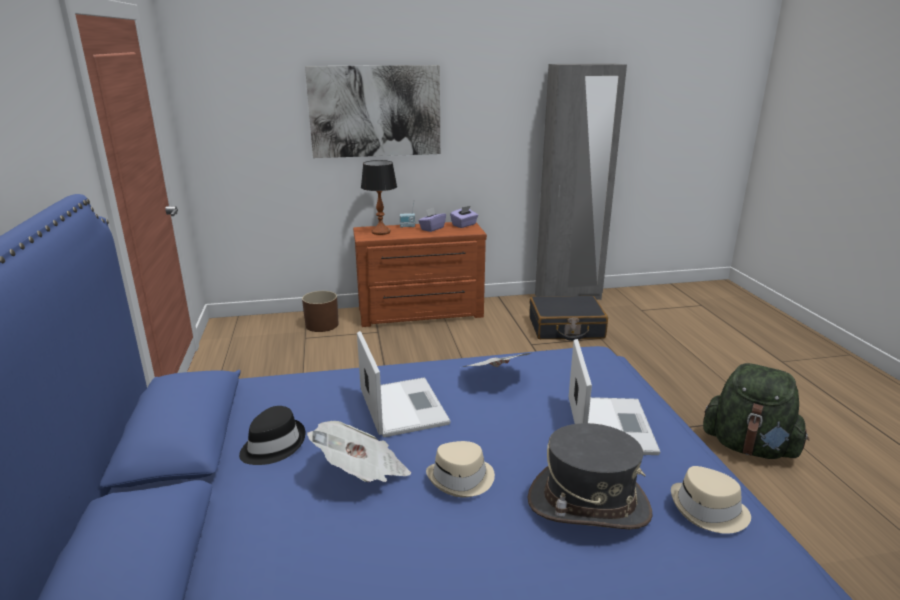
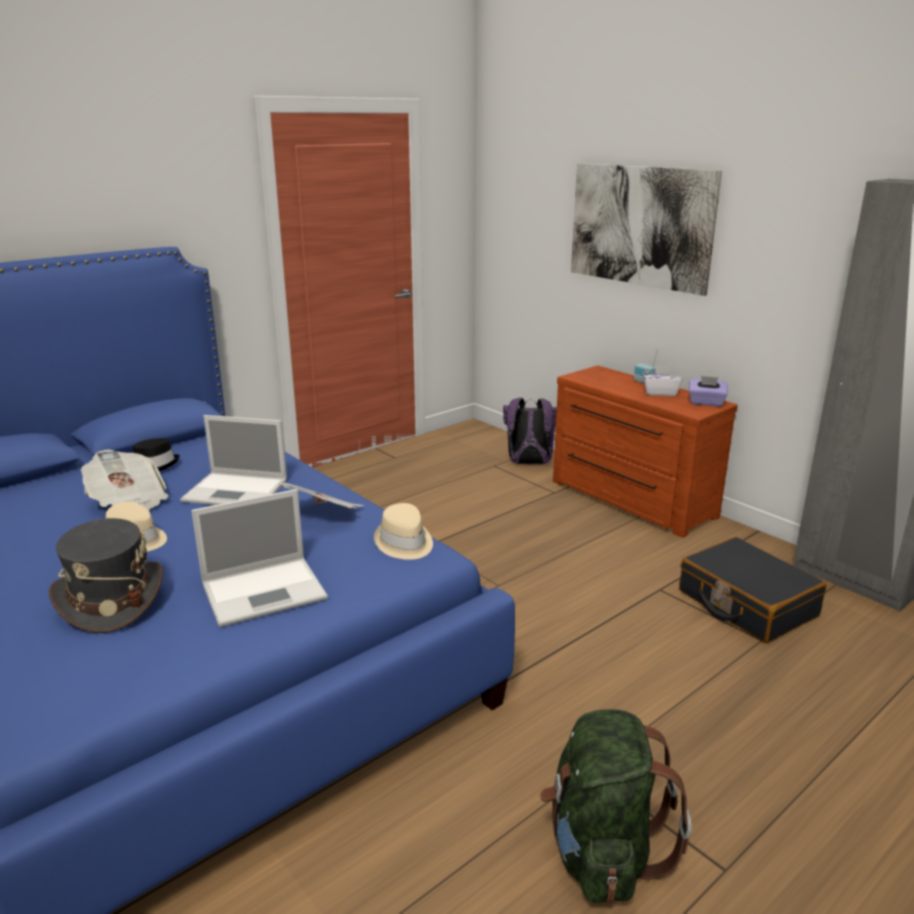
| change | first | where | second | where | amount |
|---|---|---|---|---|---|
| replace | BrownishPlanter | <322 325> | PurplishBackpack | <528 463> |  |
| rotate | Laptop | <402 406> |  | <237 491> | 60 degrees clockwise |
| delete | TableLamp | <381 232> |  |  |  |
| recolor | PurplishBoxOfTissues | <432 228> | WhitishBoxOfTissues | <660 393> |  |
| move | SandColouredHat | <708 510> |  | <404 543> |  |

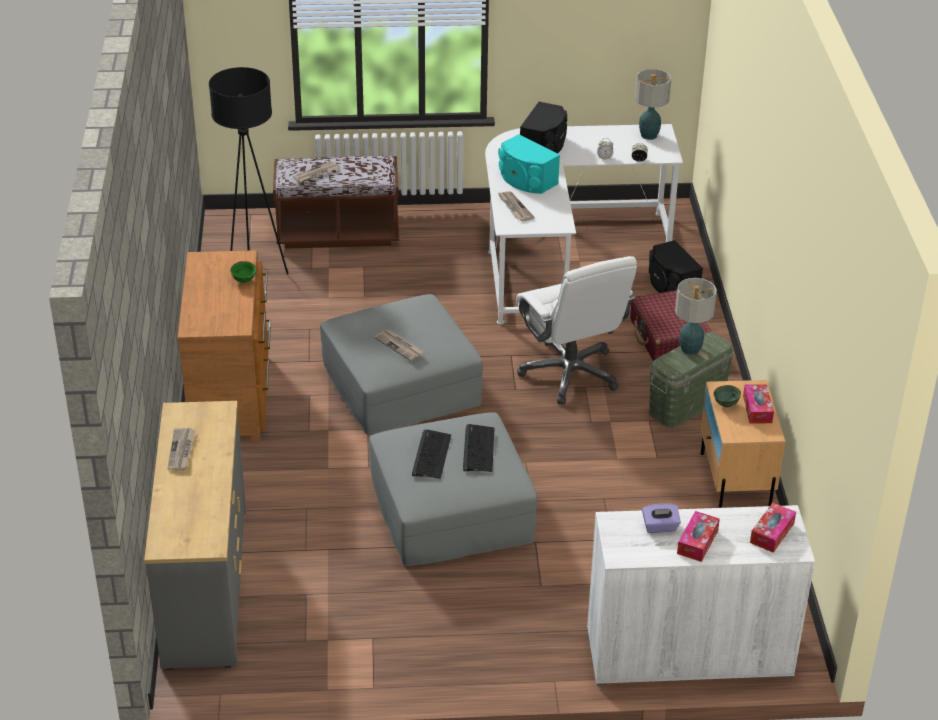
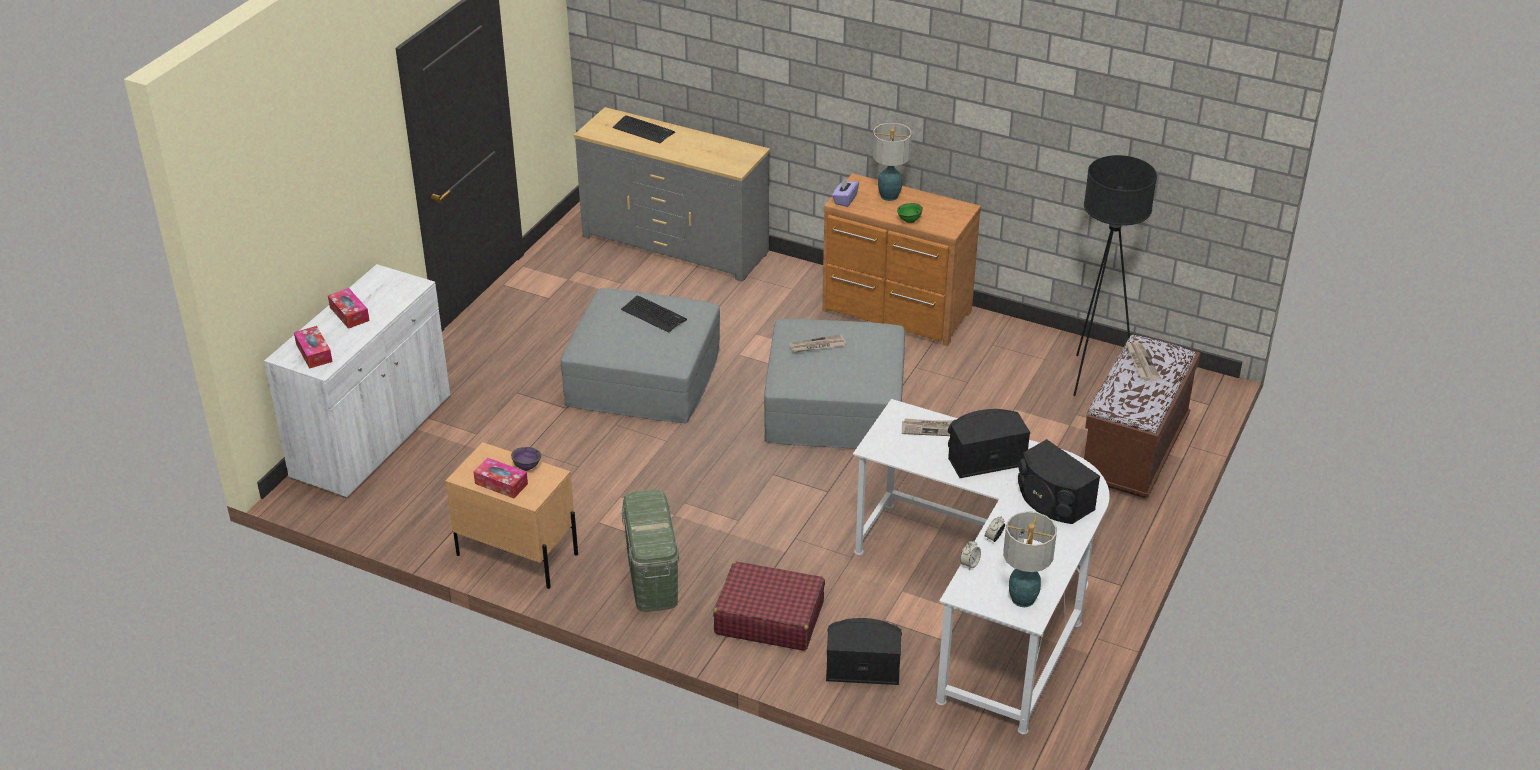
| change | first | where | second | where | amount |
|---|---|---|---|---|---|
| delete | DailyPaper | <182 451> |  |  |  |
| move | ComputerKeyboard | <478 449> |  | <643 130> |  |
| recolor | TurquoiseColouredAudioSpeaker | <526 180> | BlackColouredAudioSpeaker | <985 458> |  |
| delete | WhitishDeskChair | <570 373> |  |  |  |
| move | PurplishBoxOfTissues | <660 527> |  | <845 200> |  |
| move | TableLamp | <690 349> |  | <889 196> |  |
| recolor | GreenColouredServingBowl | <726 405> | PurplishServingBowl | <526 467> |  |

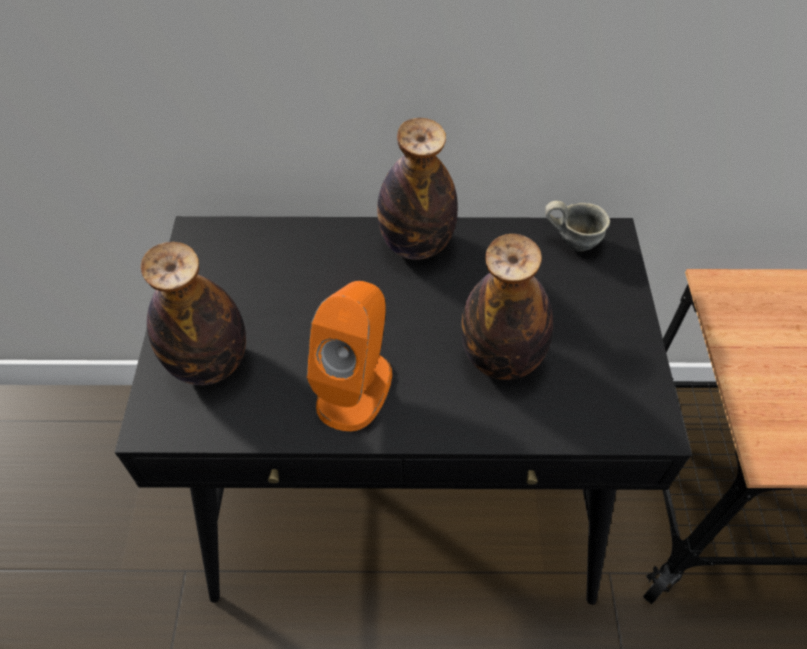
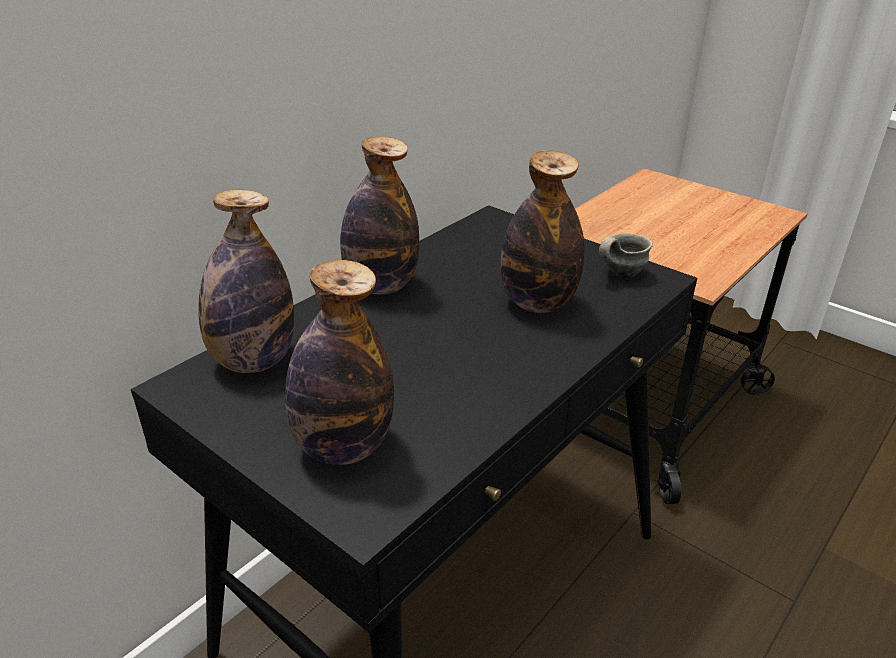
| change | first | where | second | where | amount |
|---|---|---|---|---|---|
| delete | OrangeyAudioSpeaker | <355 387> |  |  |  |
| move | GreyCoffeeMug | <573 241> |  | <618 274> |  |
| insert |  |  | DrinkBottle | <253 361> |  |

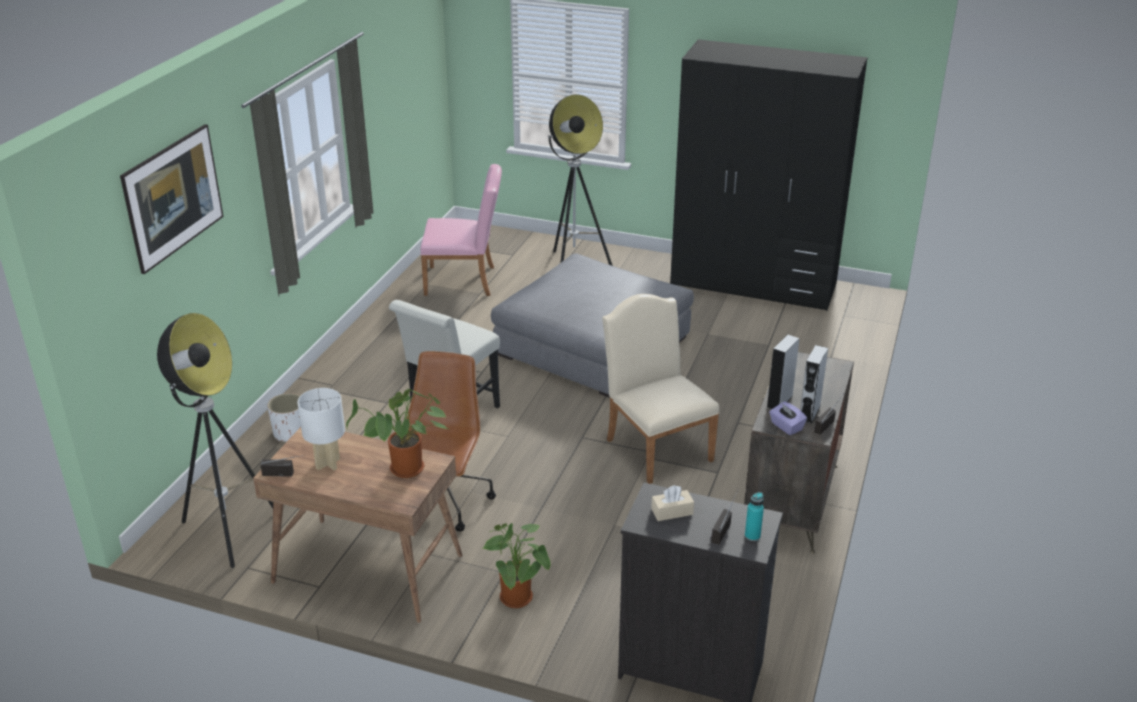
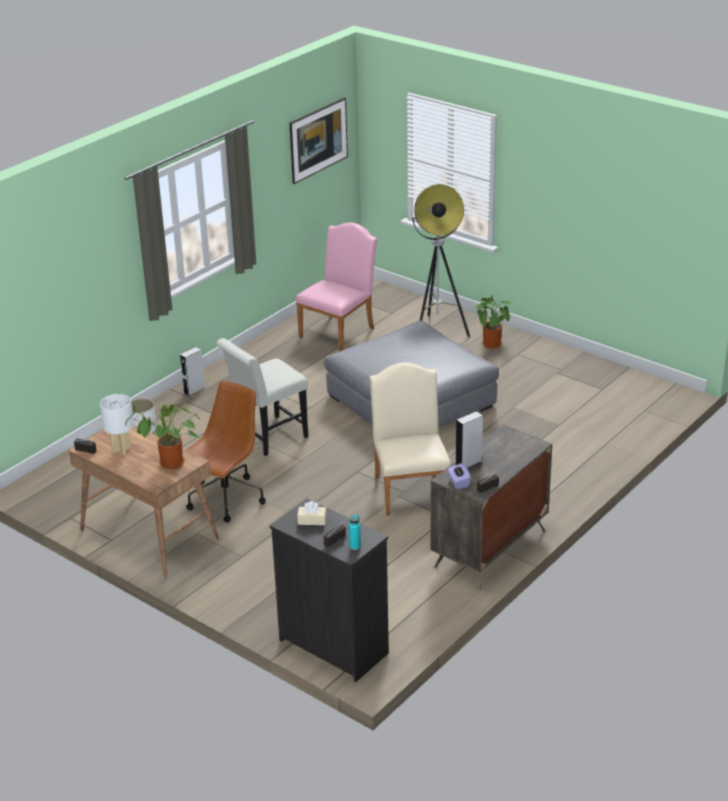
| change | first | where | second | where | amount |
|---|---|---|---|---|---|
| move | WallArt | <178 220> |  | <319 155> |  |
| delete | StandardLamp | <228 532> |  |  |  |
| rotate | PinkPlainChair | <465 281> |  | <340 330> | 75 degrees counterclockwise |
| move | PlantInAPot | <519 600> |  | <493 345> |  |
| delete | BlackColouredClothesCupboard | <753 284> |  |  |  |
| move | GreyAudioSpeaker | <809 413> |  | <194 390> |  |

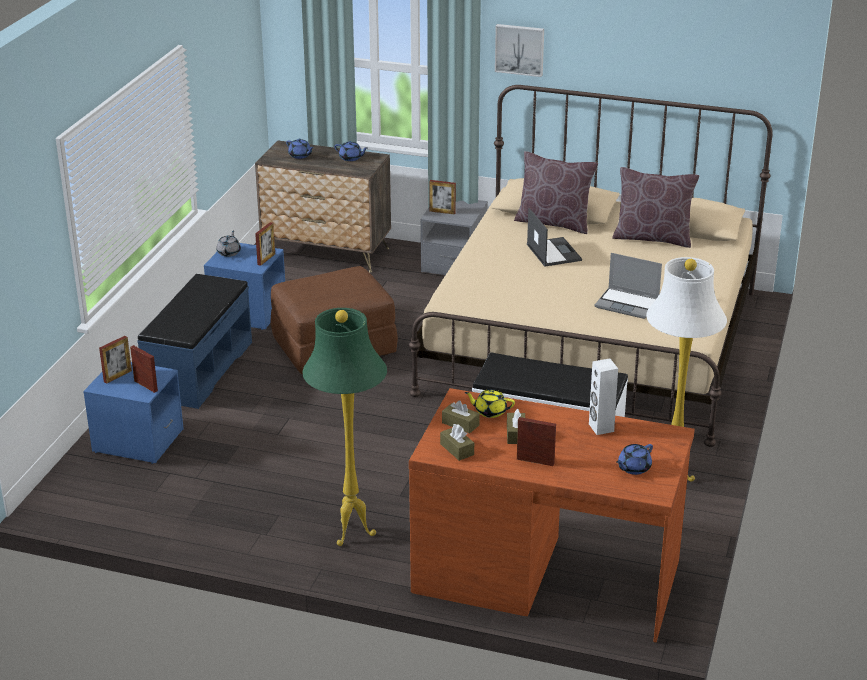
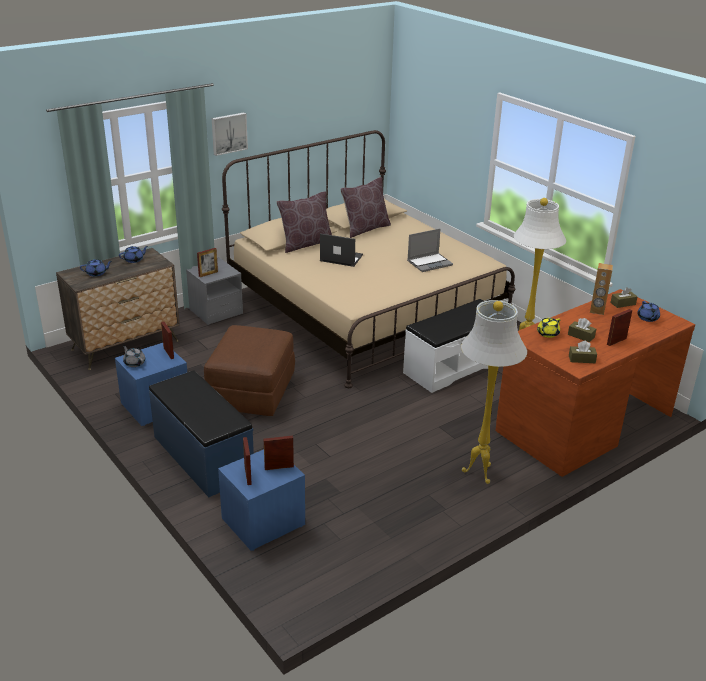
| change | first | where | second | where | amount |
|---|---|---|---|---|---|
| recolor | GreenColouredStandardLamp | <350 534> | WhitishStandardLamp | <478 474> |  |
| move | BrownishBoxOfTissues | <460 424> |  | <623 303> |  |
| recolor | WhitishAudioSpeaker | <600 428> | BrownishAudioSpeaker | <597 311> |  |

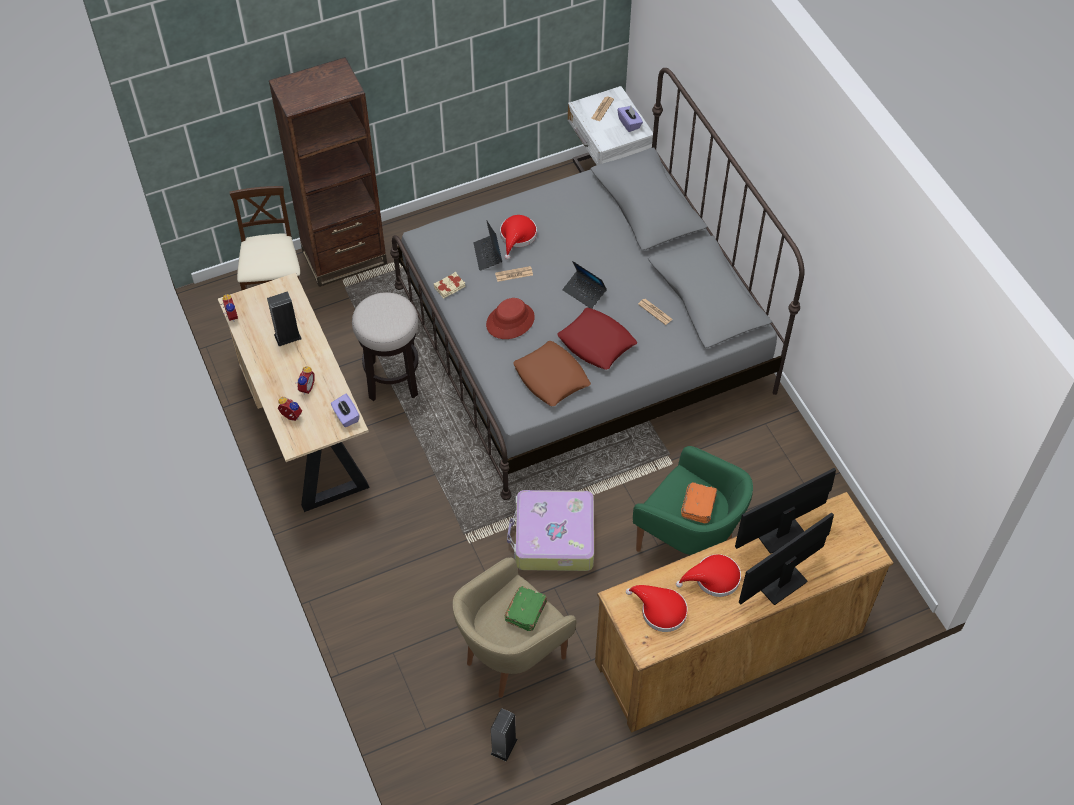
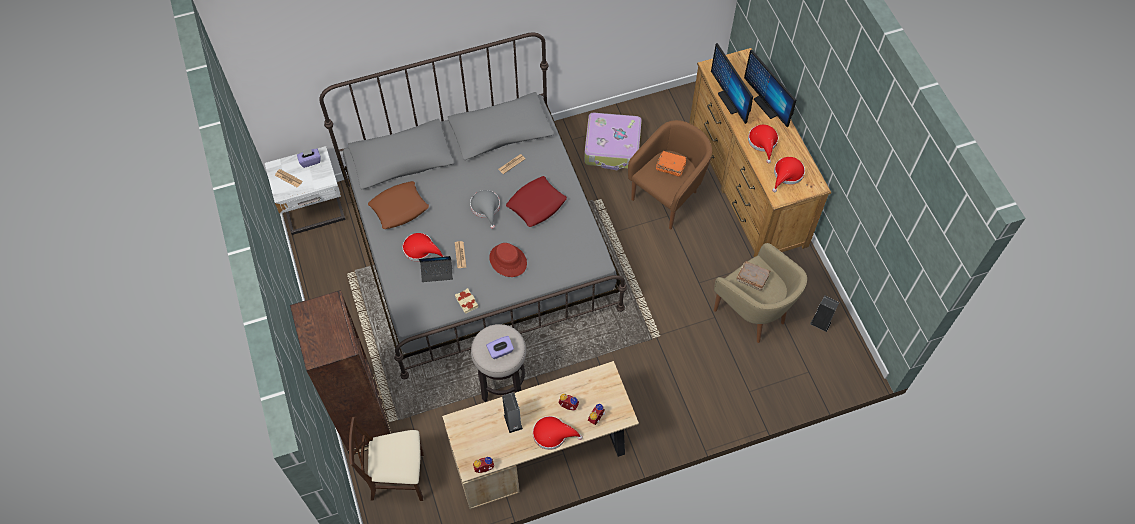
| change | first | where | second | where | amount |
|---|---|---|---|---|---|
| move | PurplishBoxOfTissues | <346 416> |  | <500 351> |  |
| recolor | GreenColouredVolume | <526 612> | BrownishVolume | <751 278> |  |
| move | Suitcase | <553 538> |  | <613 147> |  |
| move | BrownishCushion | <551 378> |  | <399 208> |  |
| replace | Laptop | <584 292> | GreyHat | <486 208> |  |
| recolor | GreenColouredEasyChair | <688 544> | BrownishEasyChair | <668 197> |  |
| insert |  |  | RedHat | <553 434> |  |

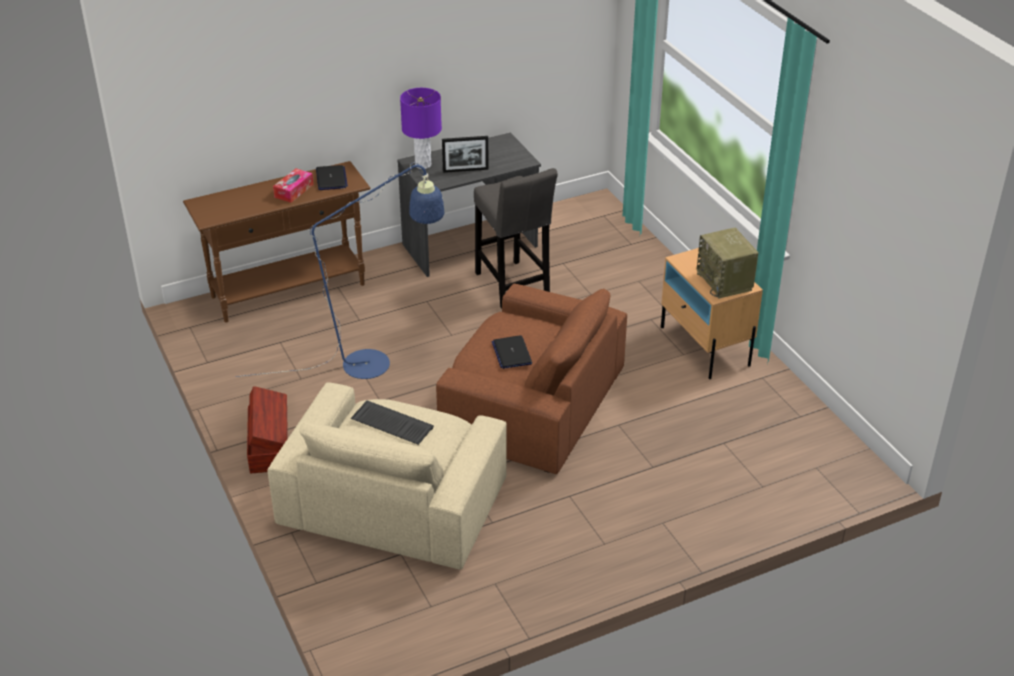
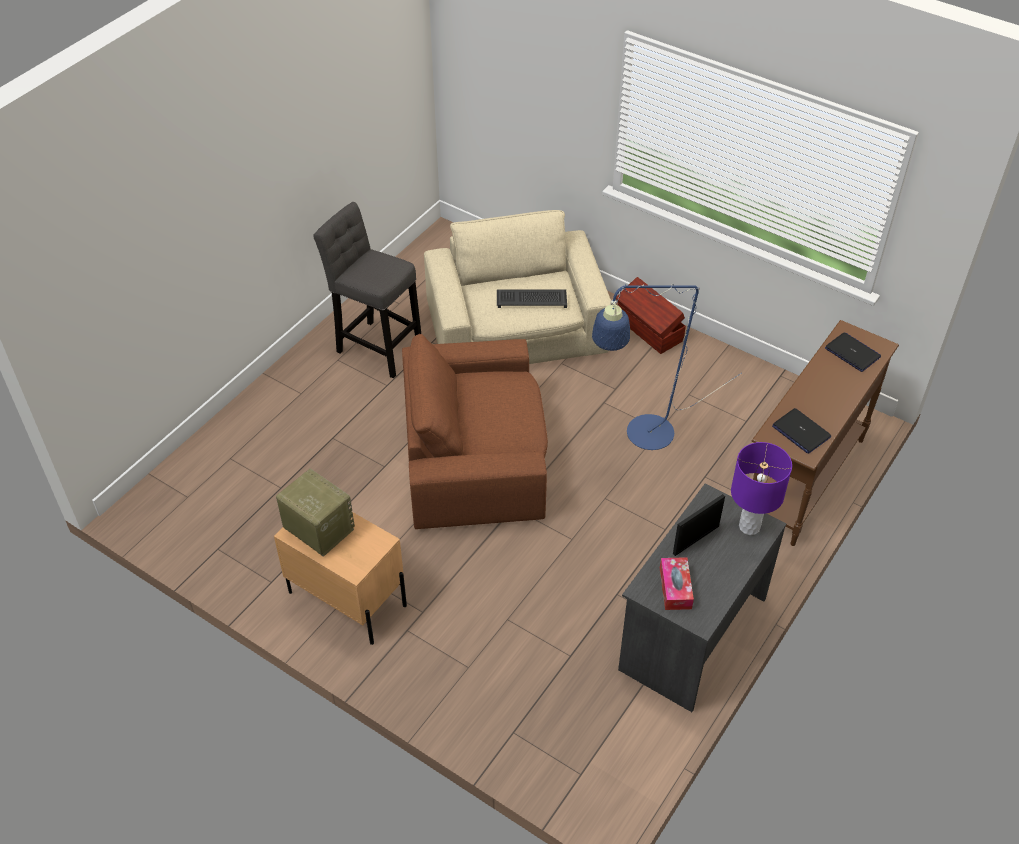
| change | first | where | second | where | amount |
|---|---|---|---|---|---|
| move | BoxOfTissues | <294 191> |  | <675 588> |  |
| move | GreyStool | <513 287> |  | <376 347> |  |
| move | Laptop | <511 353> |  | <852 353> |  |

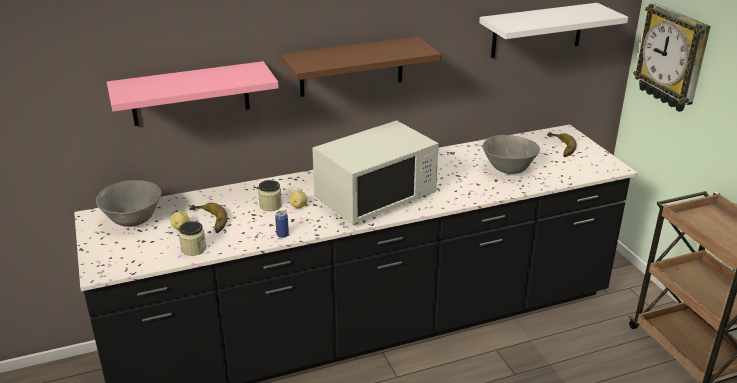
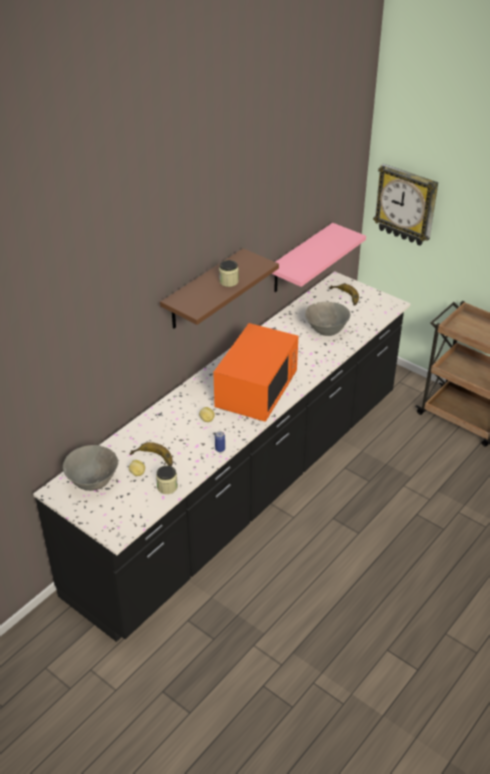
| change | first | where | second | where | amount |
|---|---|---|---|---|---|
| move | PinkShelf | <190 94> |  | <300 259> |  |
| move | PreserveJar | <270 205> |  | <228 281> |  |
| recolor | WhitishMicrowave | <375 198> | OrangeyMicrowave | <256 391> |  |
| delete | WhitishShelf | <537 30> |  |  |  |

